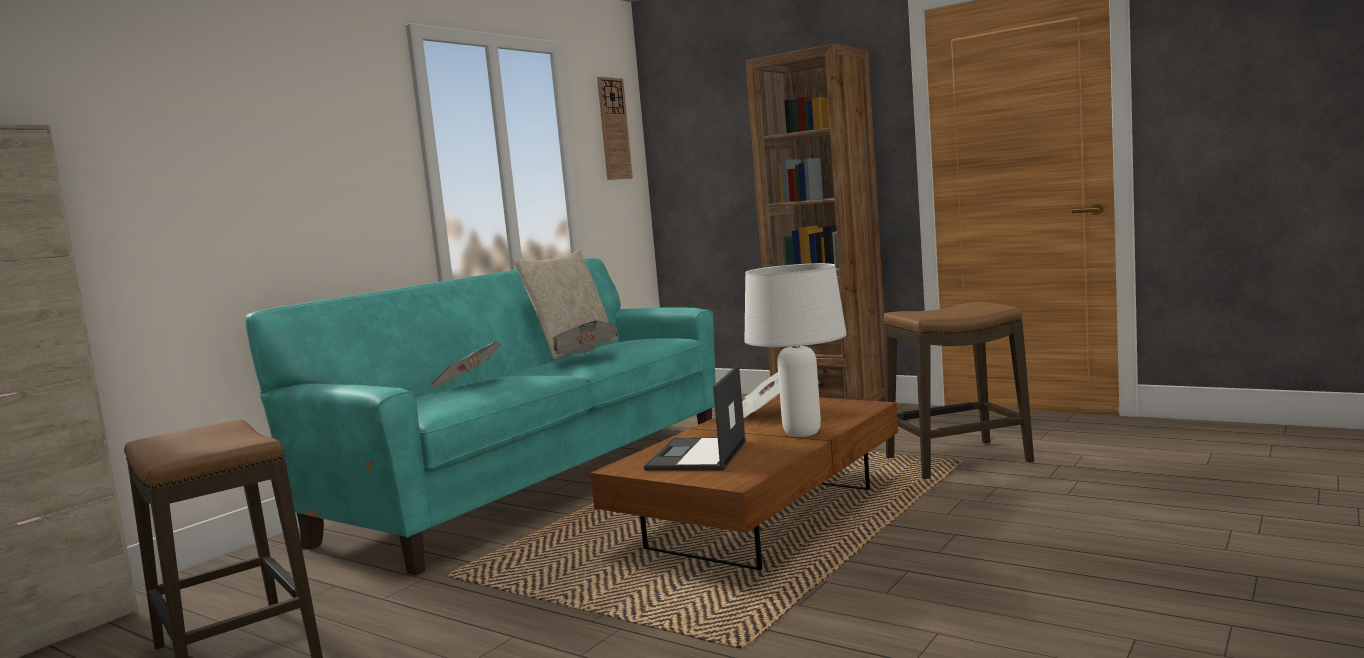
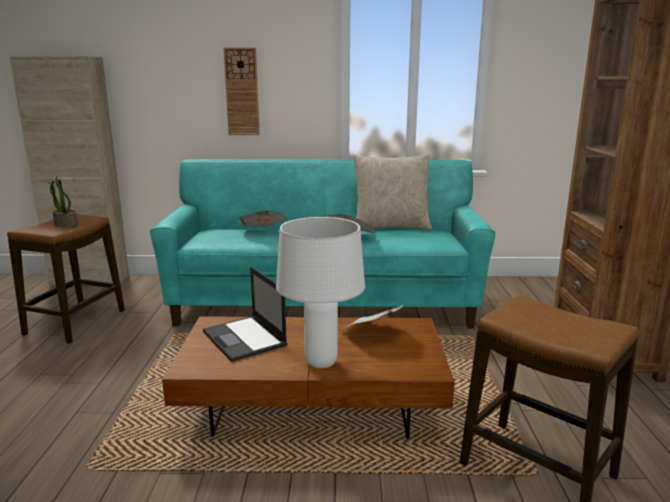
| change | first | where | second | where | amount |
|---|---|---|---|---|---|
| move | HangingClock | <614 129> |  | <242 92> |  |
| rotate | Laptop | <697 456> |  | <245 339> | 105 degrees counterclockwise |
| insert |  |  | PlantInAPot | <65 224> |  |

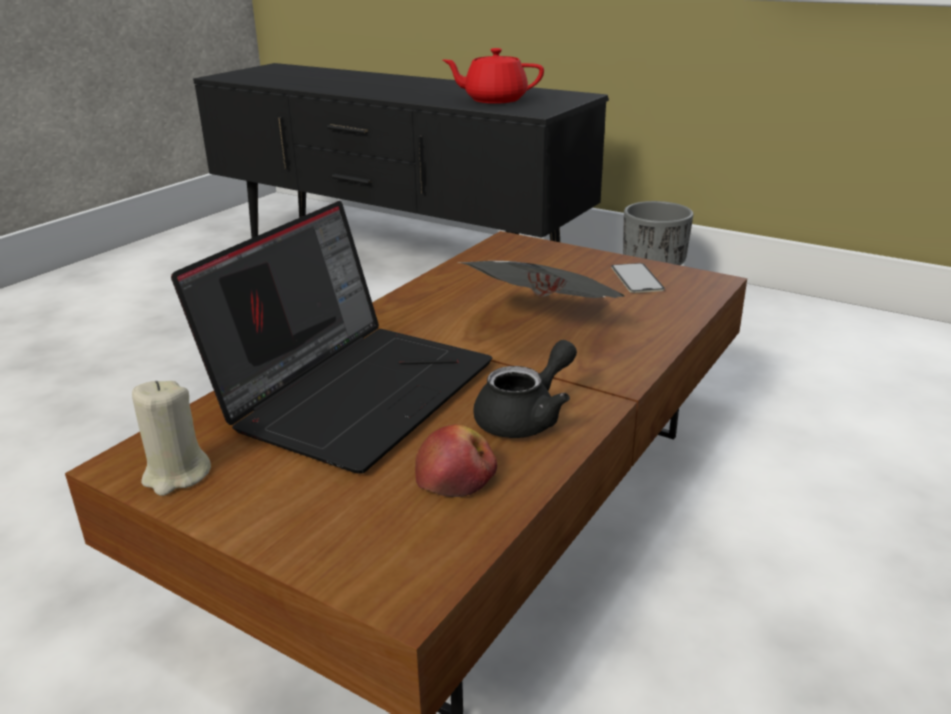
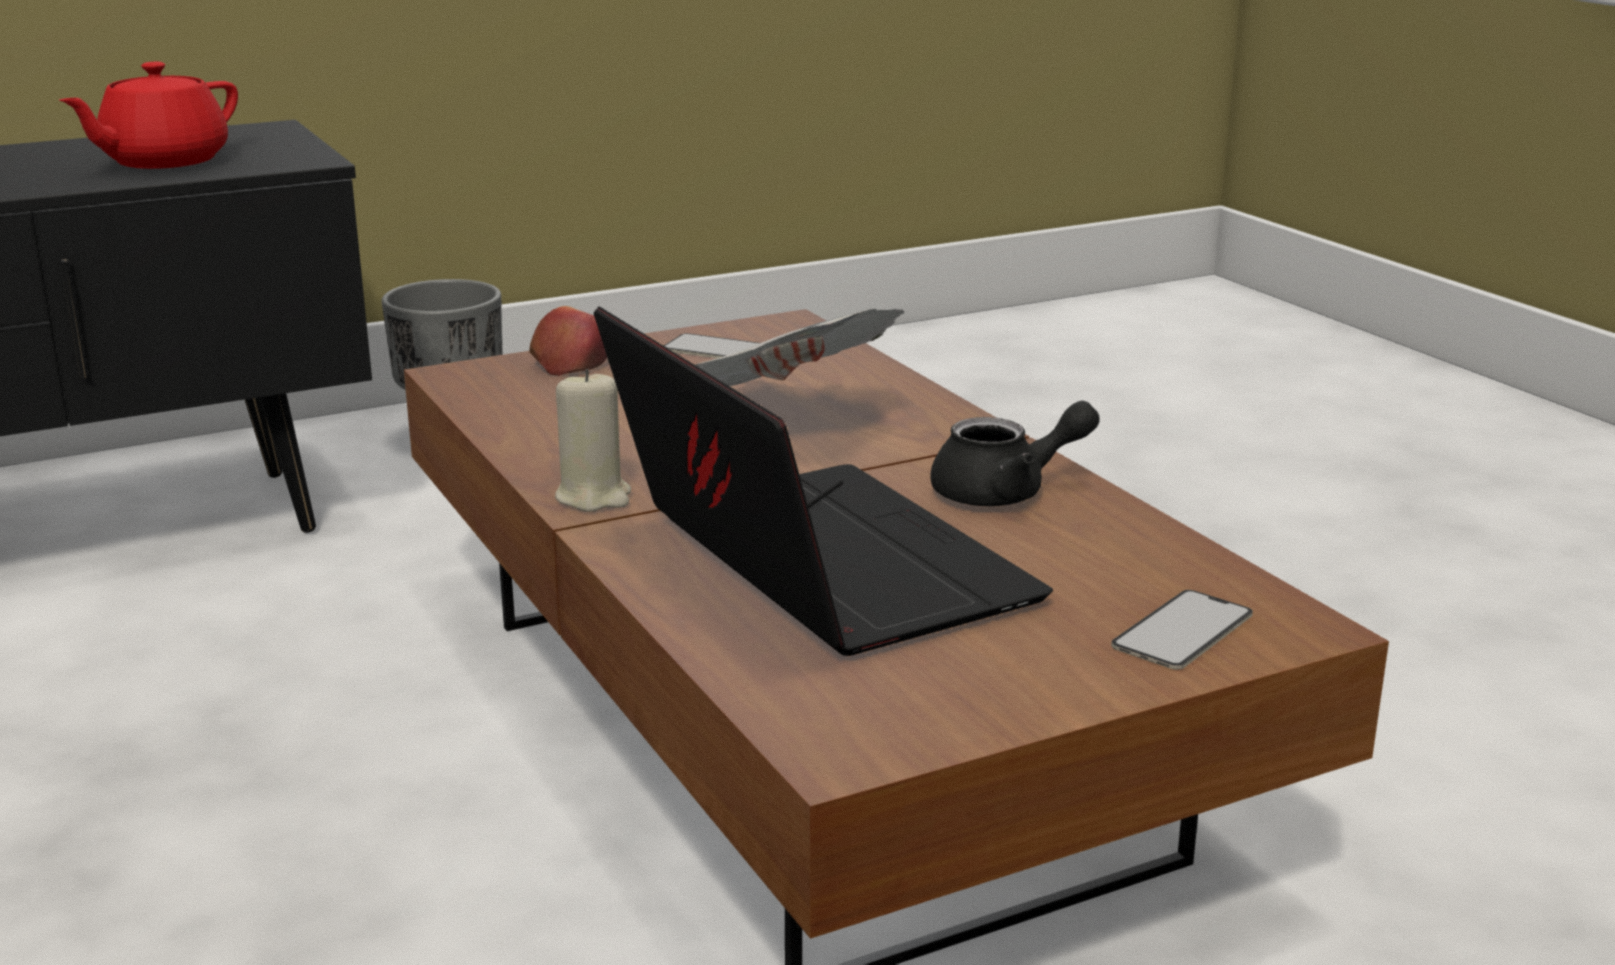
| change | first | where | second | where | amount |
|---|---|---|---|---|---|
| move | SandColouredCandle | <176 475> |  | <594 496> |  |
| move | Apple | <456 477> |  | <570 362> |  |
| rotate | BlackColouredTeapot | <526 417> |  | <1005 492> | 90 degrees clockwise |
| insert |  |  | Phone | <1182 631> |  |

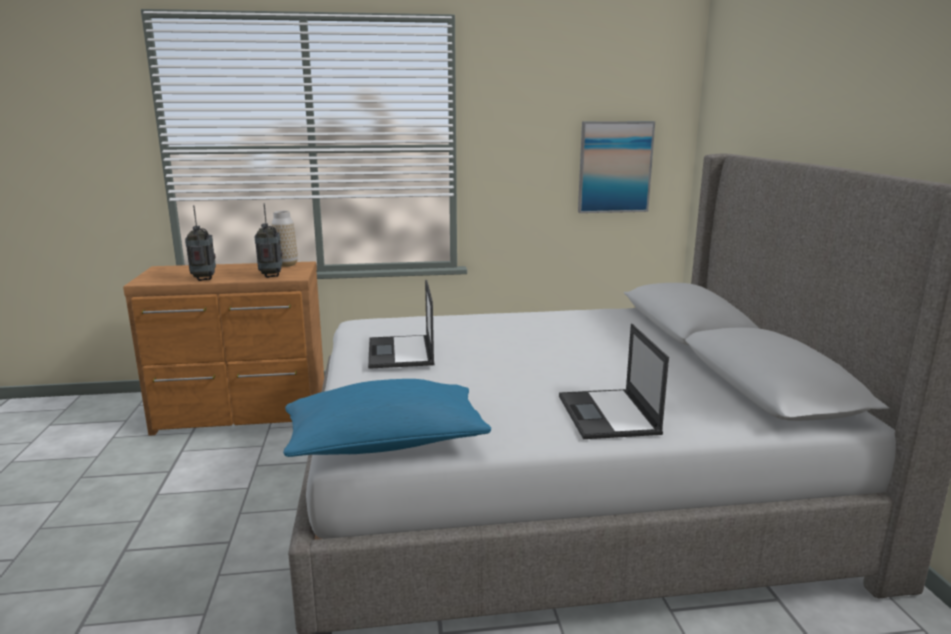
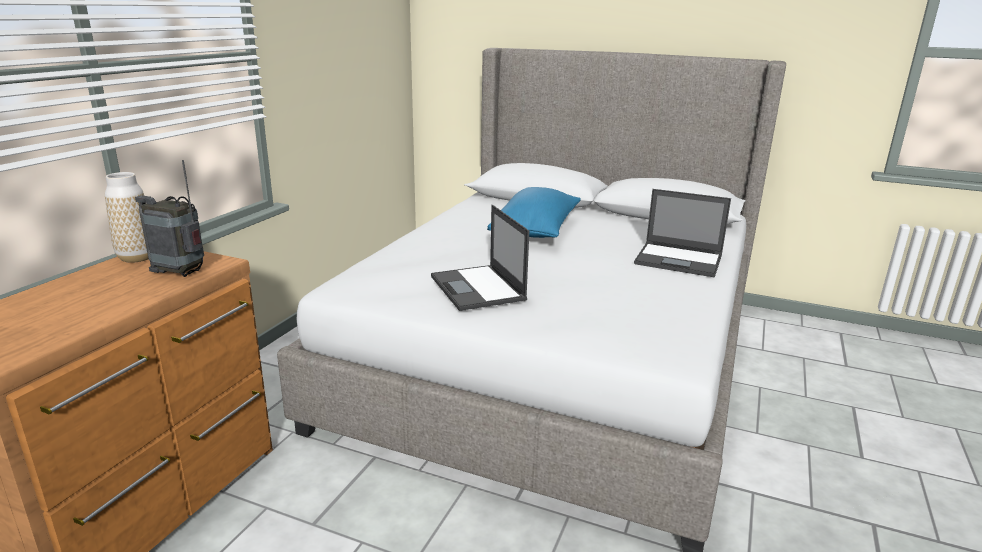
| change | first | where | second | where | amount |
|---|---|---|---|---|---|
| delete | RadioReceiver | <204 279> |  |  |  |
| move | BluishCushion | <386 445> |  | <536 230> |  |
| rotate | Laptop | <401 353> |  | <478 288> | 45 degrees clockwise |
| delete | WallArt | <614 167> |  |  |  |

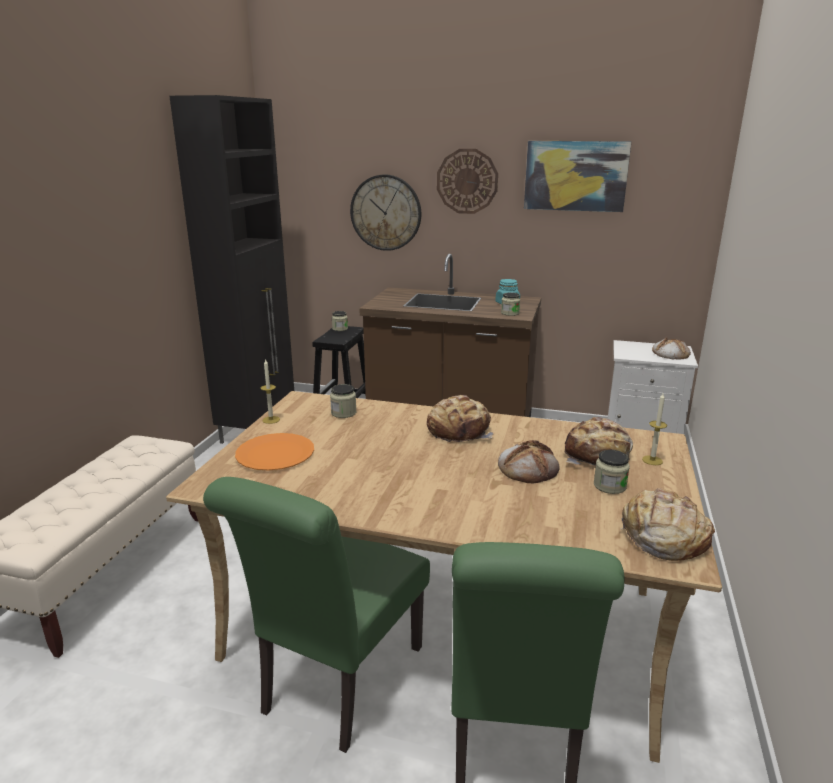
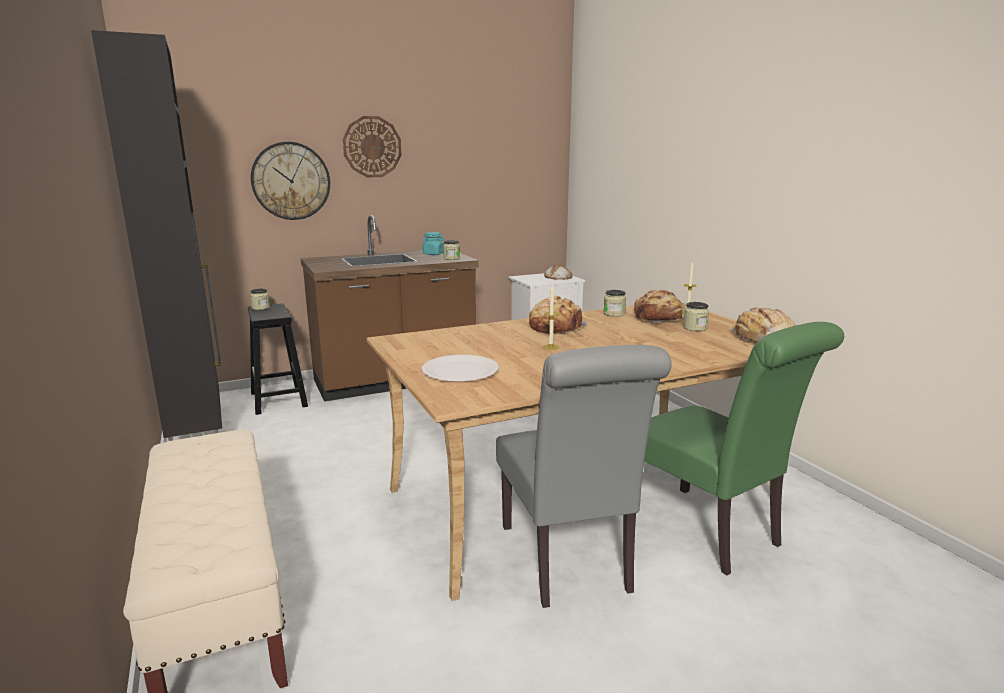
| change | first | where | second | where | amount |
|---|---|---|---|---|---|
| recolor | GreenColouredPlainChair | <337 685> | GreyPlainChair | <568 563> |  |
| recolor | OrangeyPlate | <275 454> | WhitishPlate | <460 370> |  |
| move | Candle | <271 420> |  | <550 347> |  |
| move | PreserveJar | <343 413> |  | <614 314> |  |
| delete | Bread | <528 468> |  |  |  |
| delete | WallArt | <575 176> |  |  |  |

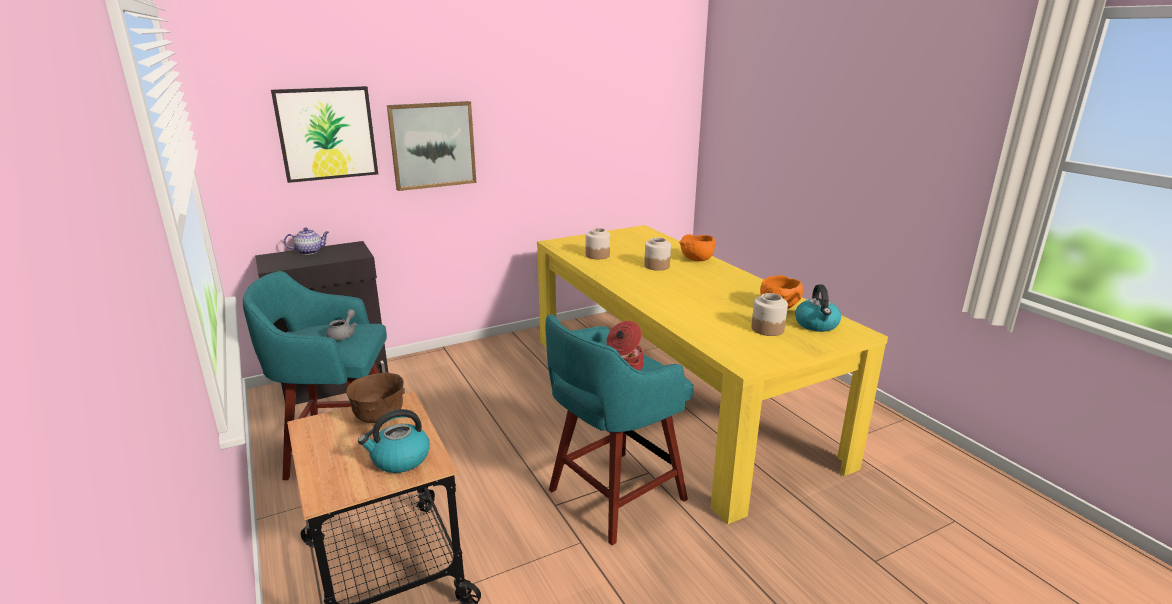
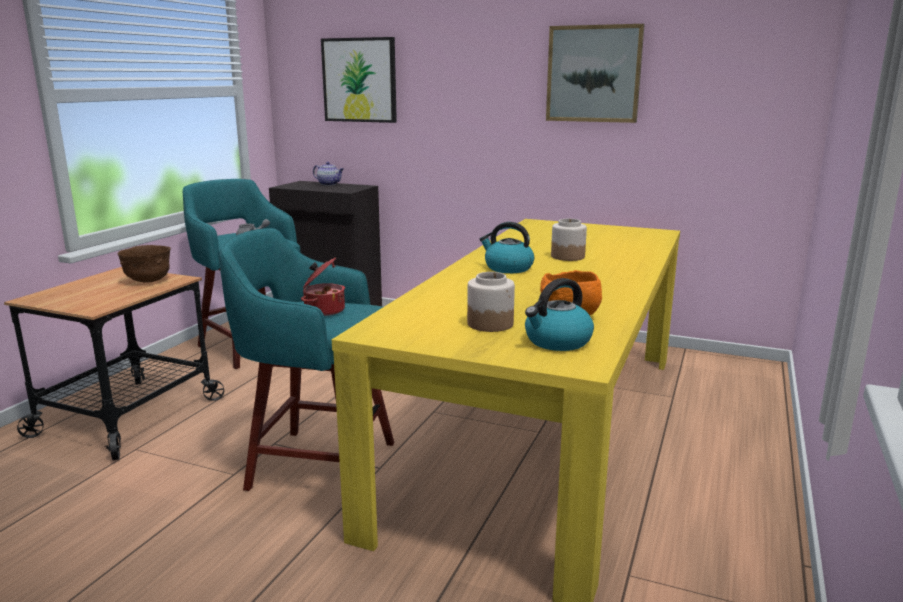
| change | first | where | second | where | amount |
|---|---|---|---|---|---|
| move | Kettle | <399 459> |  | <507 268> |  |
| move | WallArt | <432 145> |  | <593 74> |  |
| delete | PreserveJar | <597 255> |  |  |  |
| delete | OrangeyServingBowl | <696 260> |  |  |  |

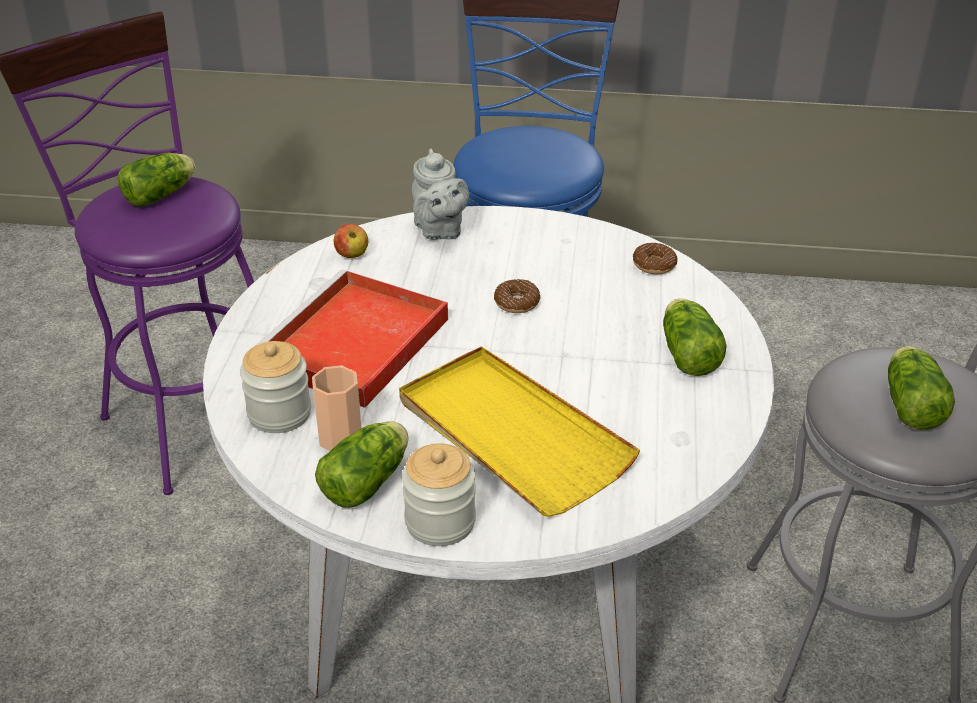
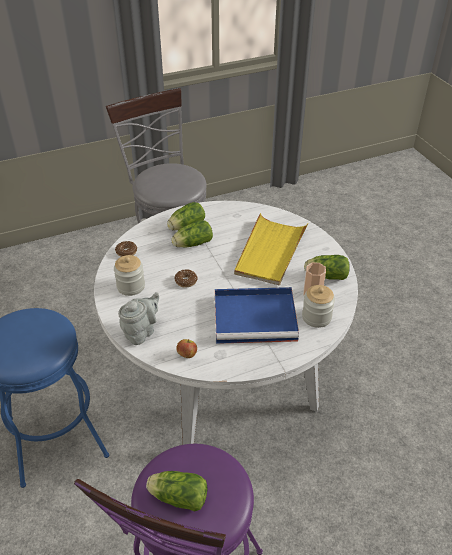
| change | first | where | second | where | amount |
|---|---|---|---|---|---|
| recolor | RedCarryingTray | <353 345> | BluishCarryingTray | <256 317> |  |
| move | PreserveJar | <440 522> |  | <131 286> |  |
| move | LettuceHead | <910 403> |  | <191 244> |  |

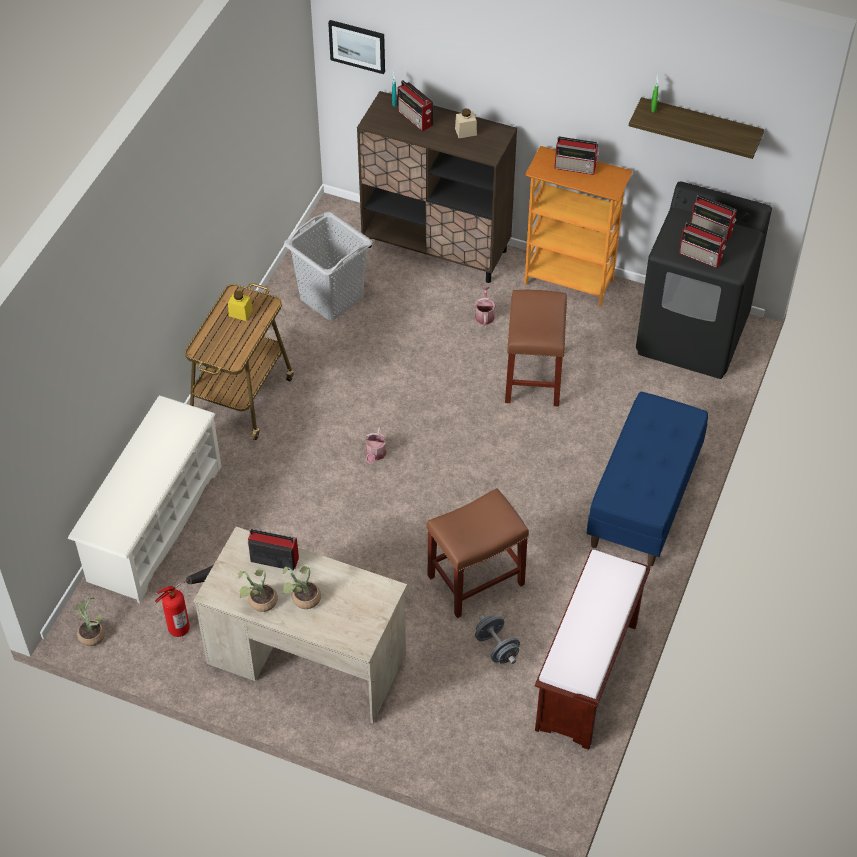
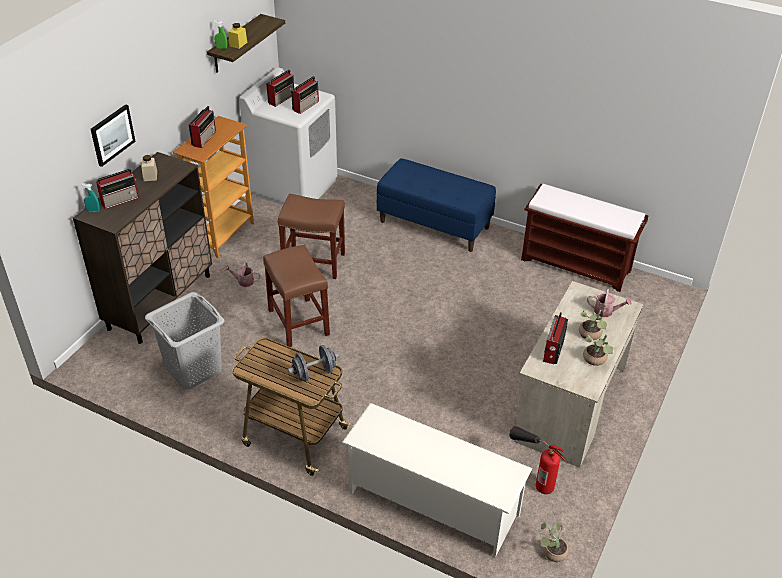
| change | first | where | second | where | amount |
|---|---|---|---|---|---|
| move | YellowPreserveJar | <240 313> |  | <238 44> |  |
| move | WallArt | <357 46> |  | <112 134> |  |
| move | SprinklingCan | <375 455> |  | <606 311> |  |
| move | BrownishStool | <474 581> |  | <299 323> |  |
| move | GreyDumbbell | <496 647> |  | <314 373> |  |
| recolor | BlackColouredWashingMachine | <692 335> | WhitishWashingMachine | <294 187> |  |

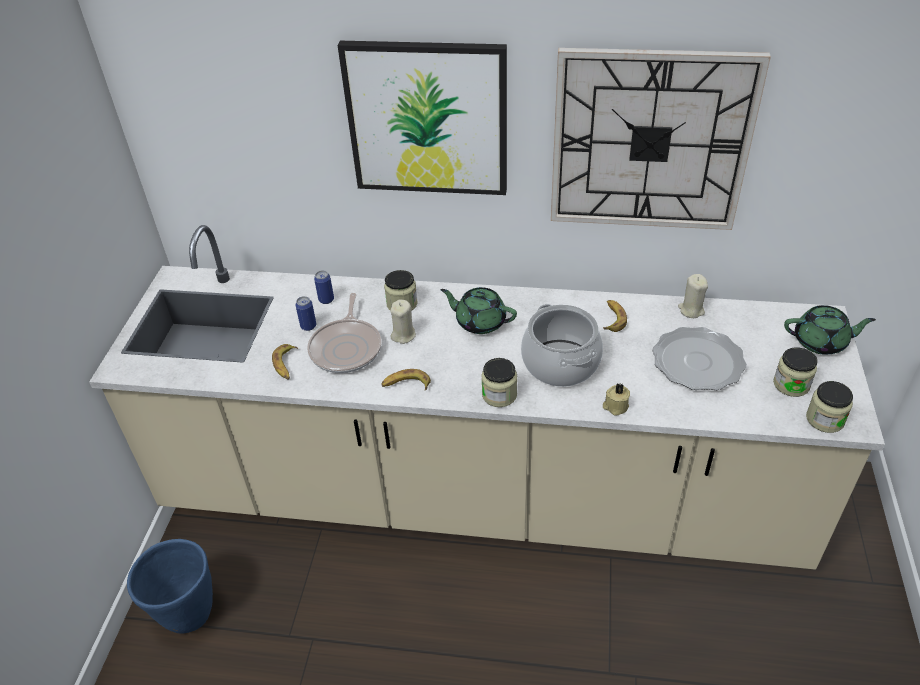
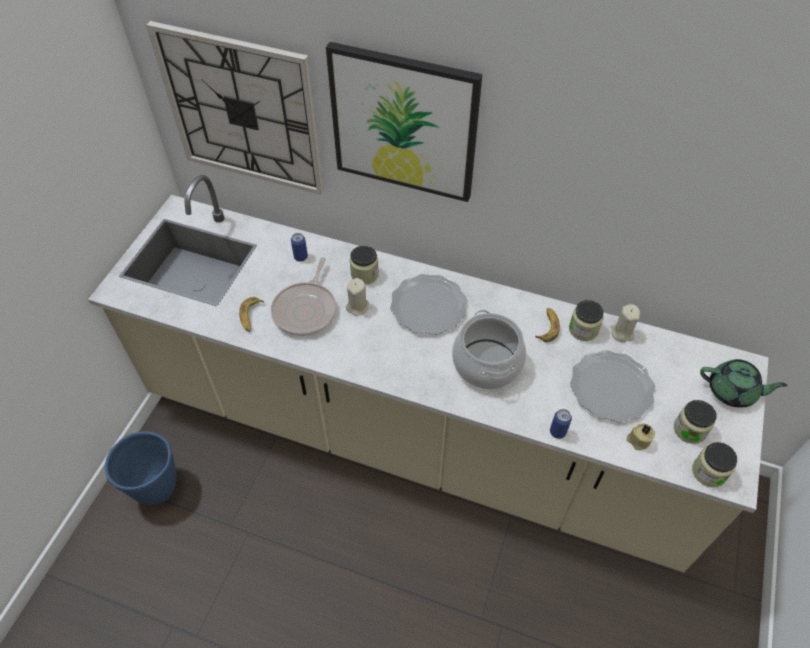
| change | first | where | second | where | amount |
|---|---|---|---|---|---|
| move | SealedCan | <308 326> |  | <557 432> |  |
| delete | Banana | <406 385> |  |  |  |
| replace | GreenColouredTeapot | <480 322> | Plate | <427 306> |  |
| move | PreserveJar | <499 395> |  | <583 329> |  |
| move | HangingClock | <650 142> |  | <242 111> |  |
| move | SandColouredCandle | <615 406> |  | <638 440> |  |

